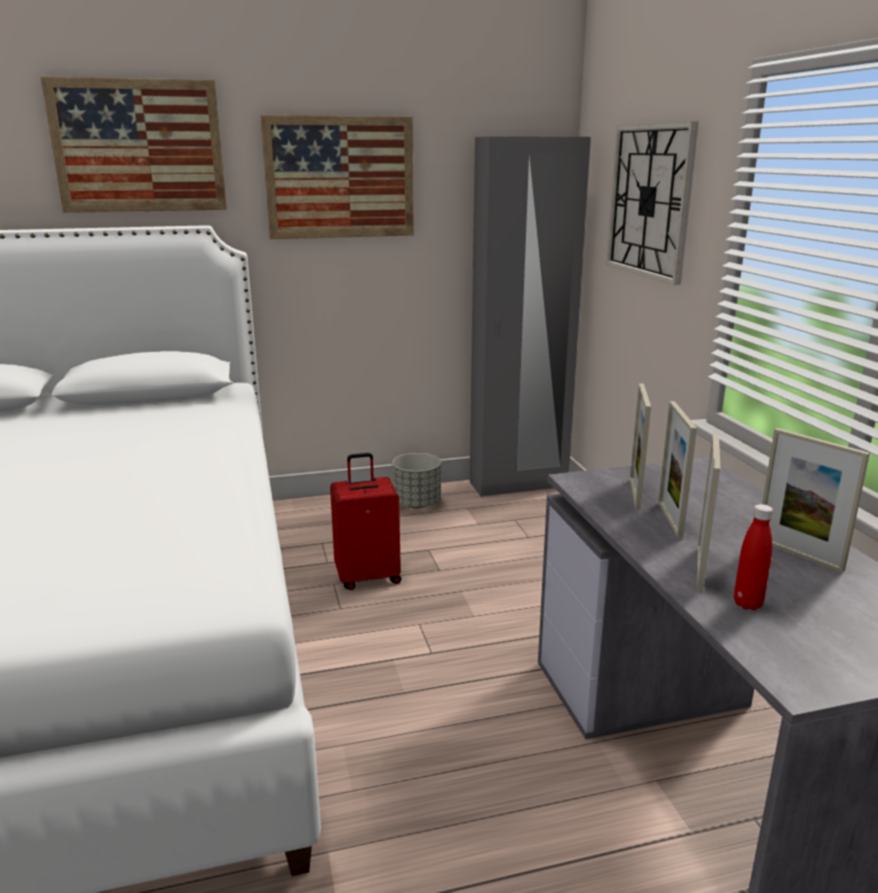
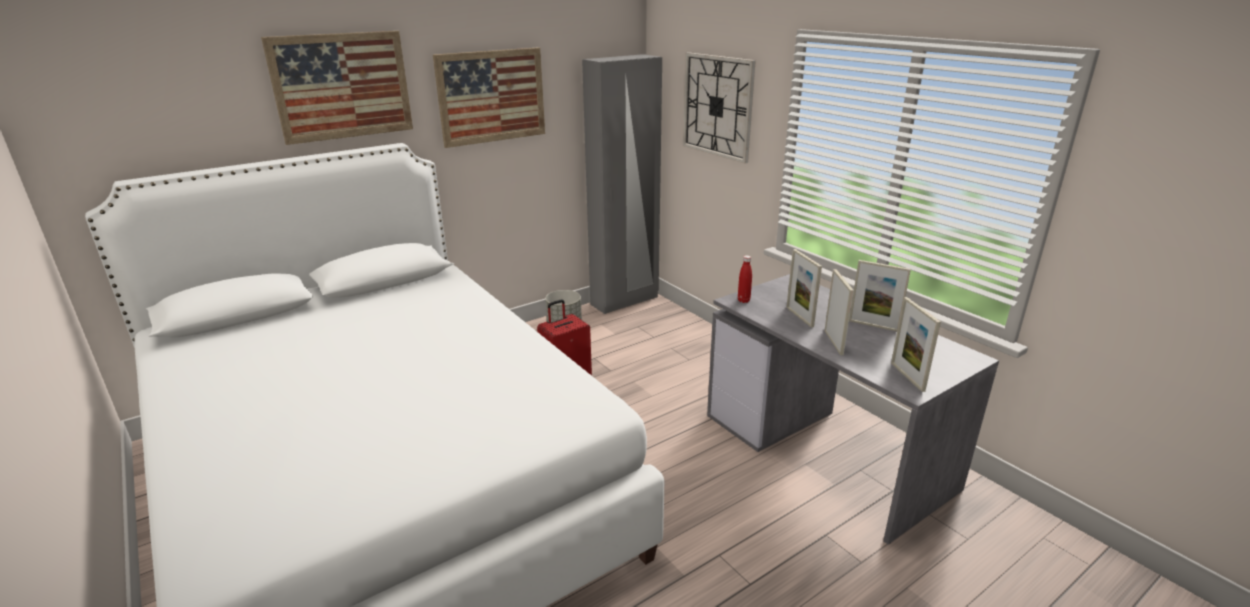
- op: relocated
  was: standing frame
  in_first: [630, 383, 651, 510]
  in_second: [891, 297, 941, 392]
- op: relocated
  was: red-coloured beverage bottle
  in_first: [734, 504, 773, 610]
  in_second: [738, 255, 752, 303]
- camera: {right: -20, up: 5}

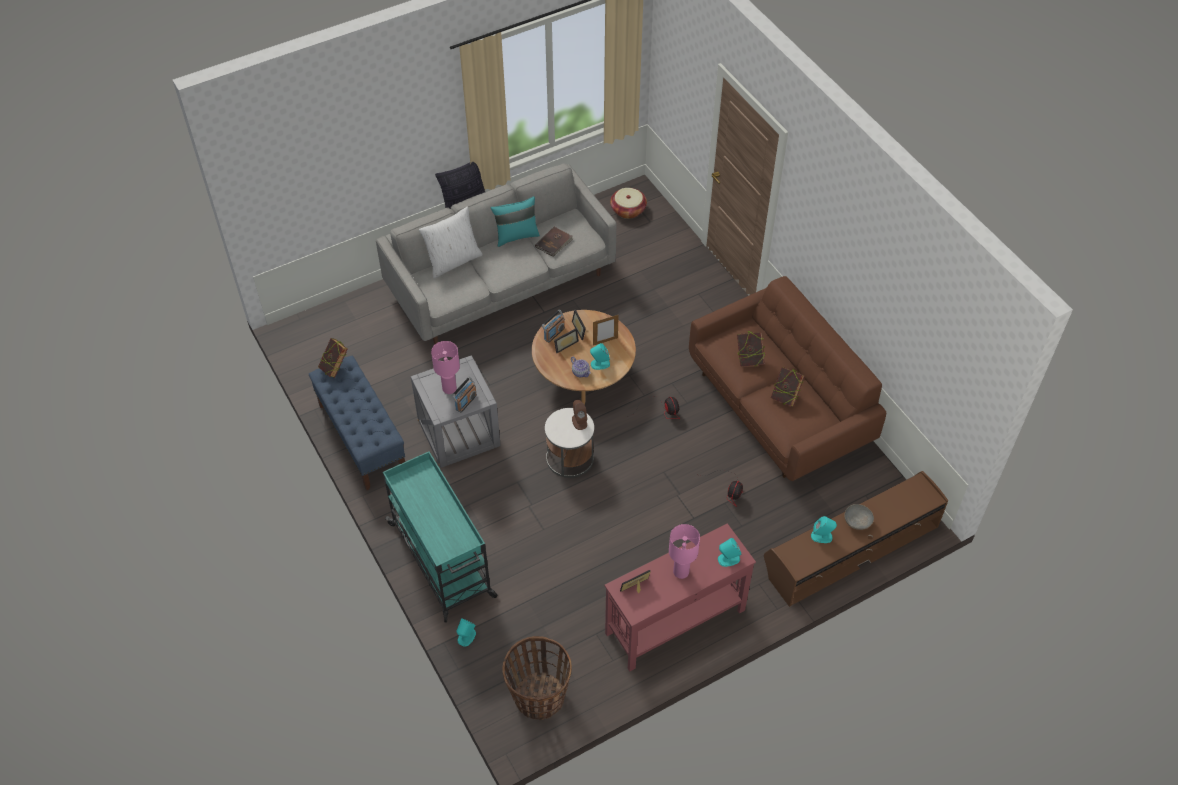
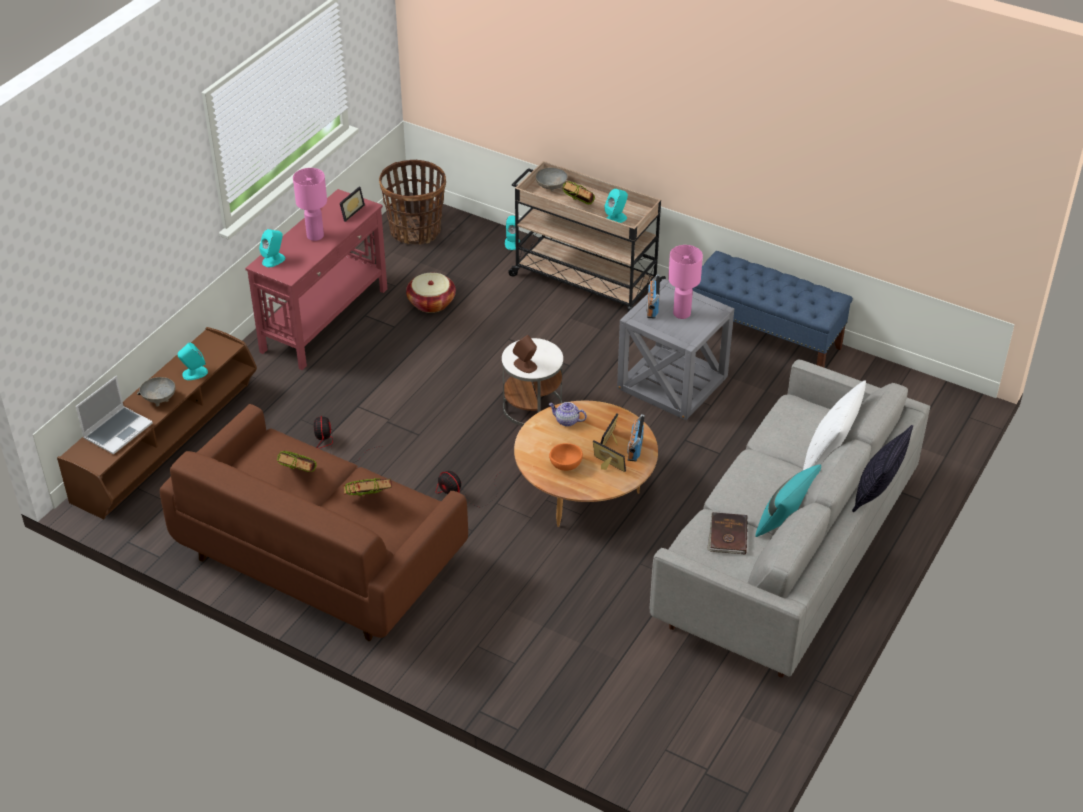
- op: relocated
  was: basket
  in_first: [610, 188, 647, 219]
  in_second: [406, 273, 456, 313]
- op: exchanged
  was: standing frame
  now: orangey bowl
  in_first: [593, 315, 619, 346]
  in_second: [549, 443, 583, 471]
- op: relocated
  was: book
  in_first: [318, 338, 348, 378]
  in_second: [562, 181, 595, 205]
- op: relocated
  was: turquoise audio speaker
  in_first: [590, 343, 610, 370]
  in_second: [605, 189, 628, 223]
- op: colour
  was: turquoise trolley
  now: beige trolley
  in_first: [383, 451, 498, 622]
  in_second: [508, 161, 666, 312]
- op: appeared
  now: grey bowl
  in_second: [536, 167, 568, 191]
- op: appeared
  now: portable computer
  in_second: [76, 376, 153, 454]
- camera: {right: 150, up: -10}

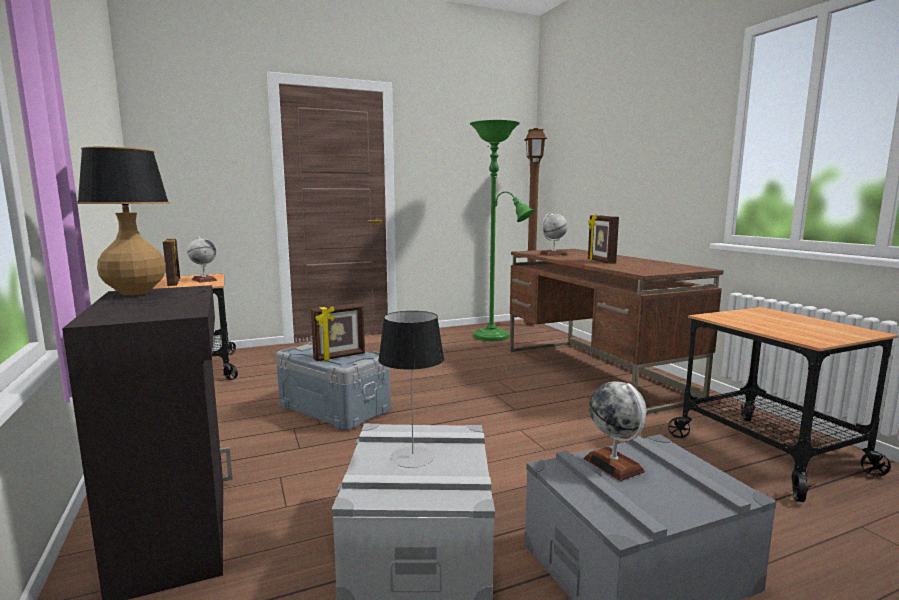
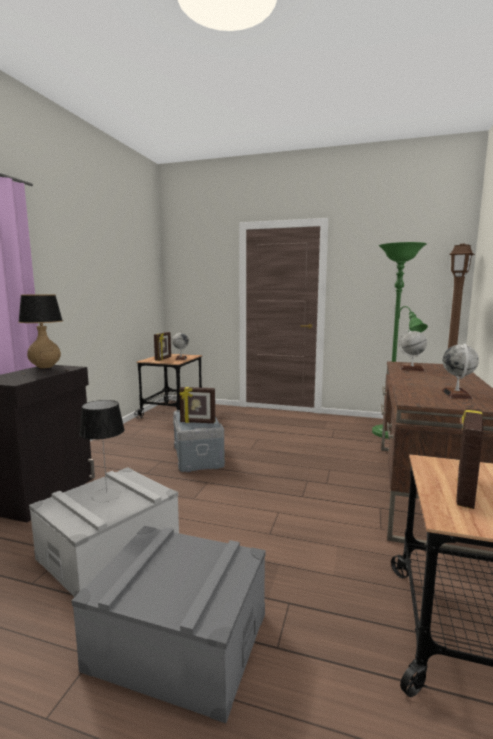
- op: relocated
  was: standing frame
  in_first: [588, 214, 619, 264]
  in_second: [456, 408, 484, 509]
- op: relocated
  was: world globe
  in_first: [584, 381, 647, 481]
  in_second: [442, 343, 479, 399]
- camera: {right: 40, up: 0}

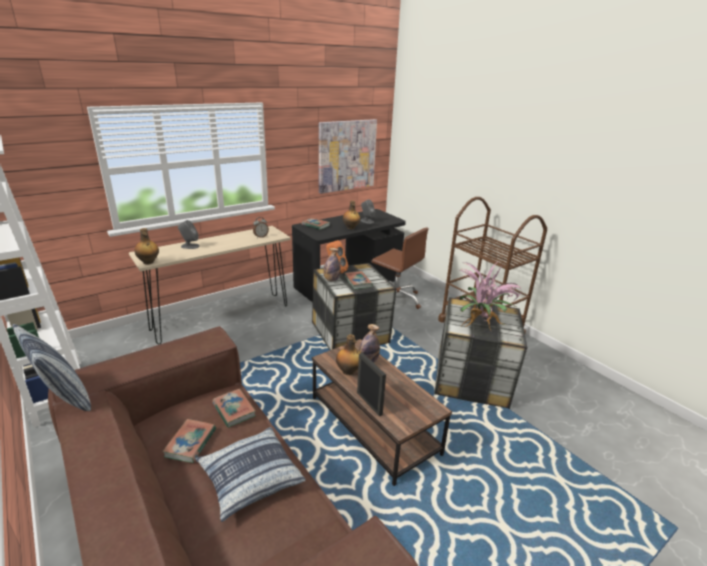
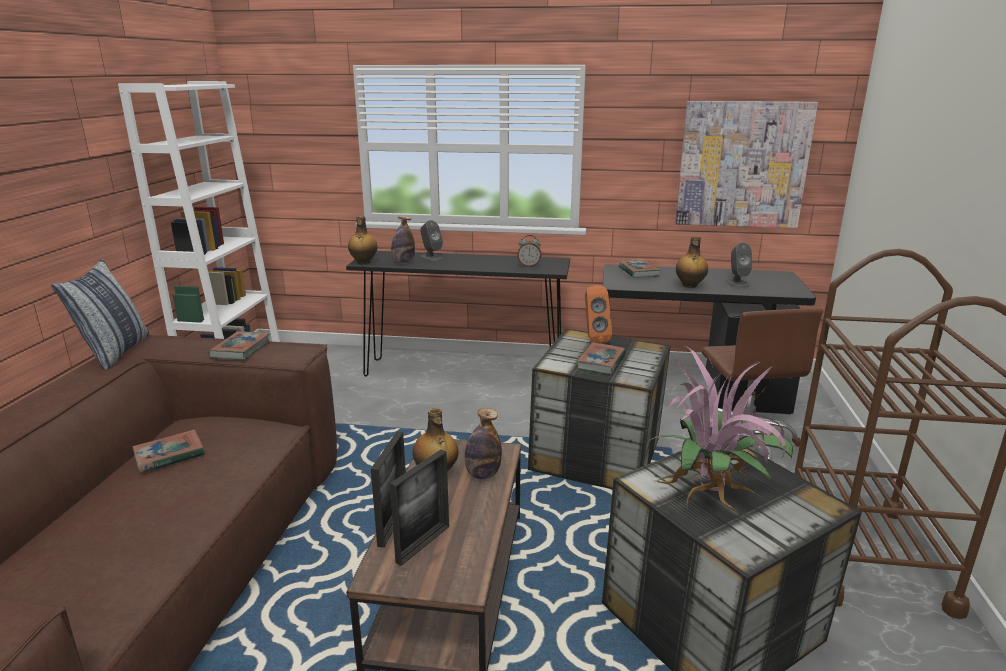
- op: colour
  was: beige narrow table
  now: black narrow table
  in_first: [129, 226, 291, 344]
  in_second: [346, 251, 570, 377]
- op: relocated
  was: beverage bottle
  in_first: [323, 248, 341, 281]
  in_second: [391, 216, 415, 264]
- op: relocated
  was: book
  in_first: [212, 389, 256, 428]
  in_second: [208, 331, 270, 360]
- op: missing
  was: throw pillow
  in_first: [195, 427, 306, 522]
- op: appeared
  now: standing frame
  in_second: [390, 449, 449, 566]
- camera: {right: 45, up: -5}

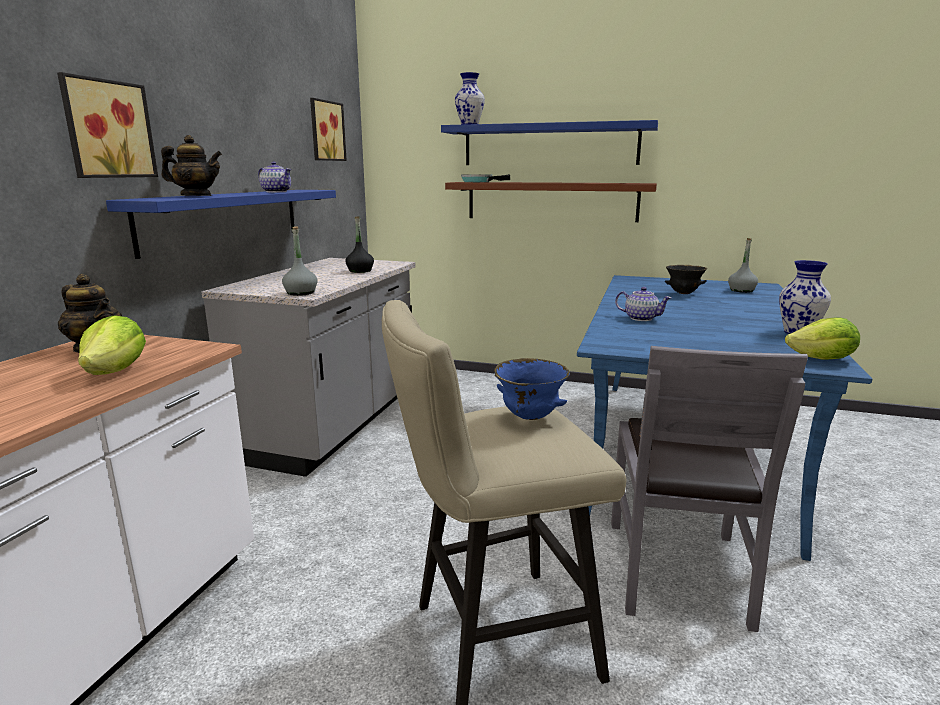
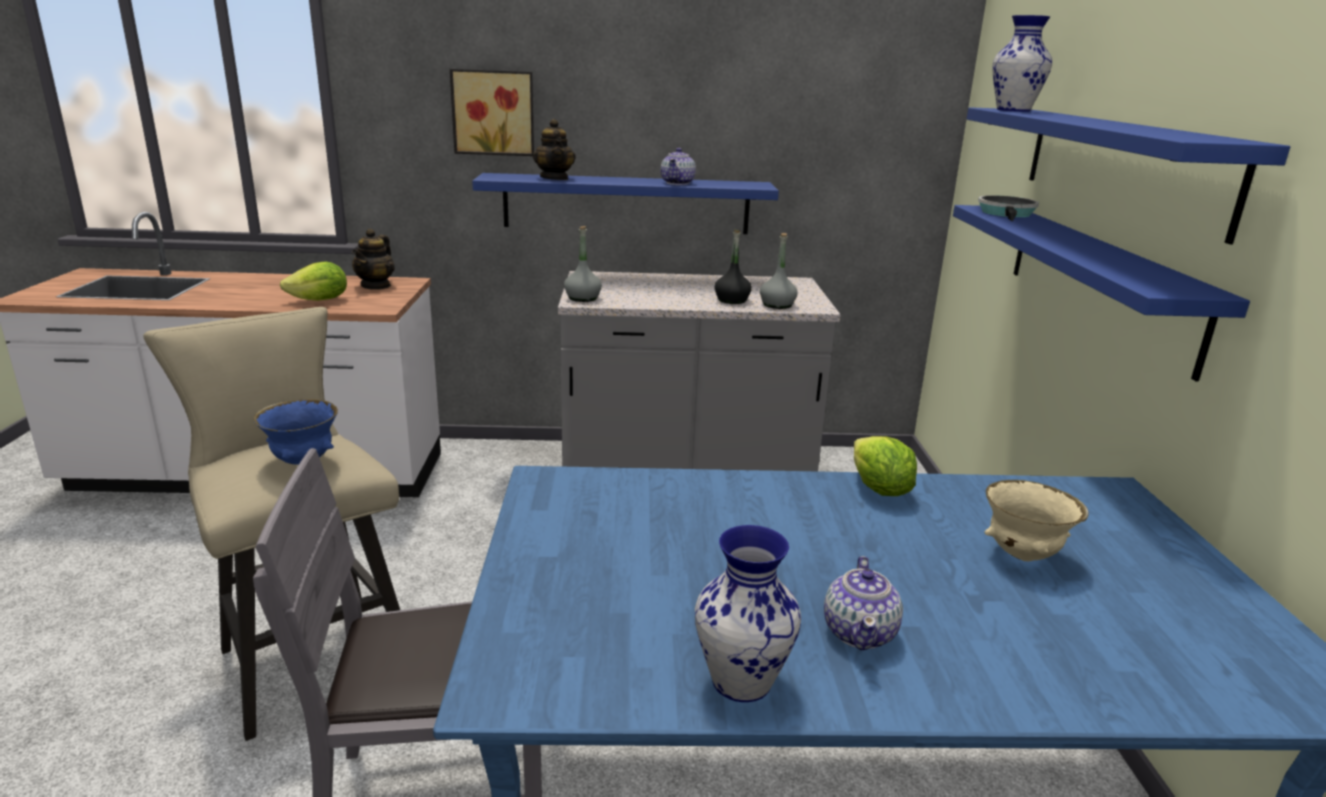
- op: missing
  was: picture
  in_first: [310, 98, 347, 161]
- op: colour
  was: brown shelf
  now: bluish shelf
  in_first: [445, 182, 657, 222]
  in_second: [953, 205, 1250, 381]
- op: relocated
  was: grey beverage bottle
  in_first: [728, 238, 758, 293]
  in_second: [760, 233, 798, 309]
- op: colour
  was: black bowl
  now: beige bowl
  in_first: [665, 265, 707, 294]
  in_second: [984, 480, 1089, 561]
- op: relocated
  was: tea pot
  in_first: [615, 287, 672, 321]
  in_second: [824, 556, 903, 650]
- op: relocated
  was: lettuce
  in_first: [785, 317, 860, 360]
  in_second: [854, 436, 917, 496]
- camera: {right: 70, up: 5}

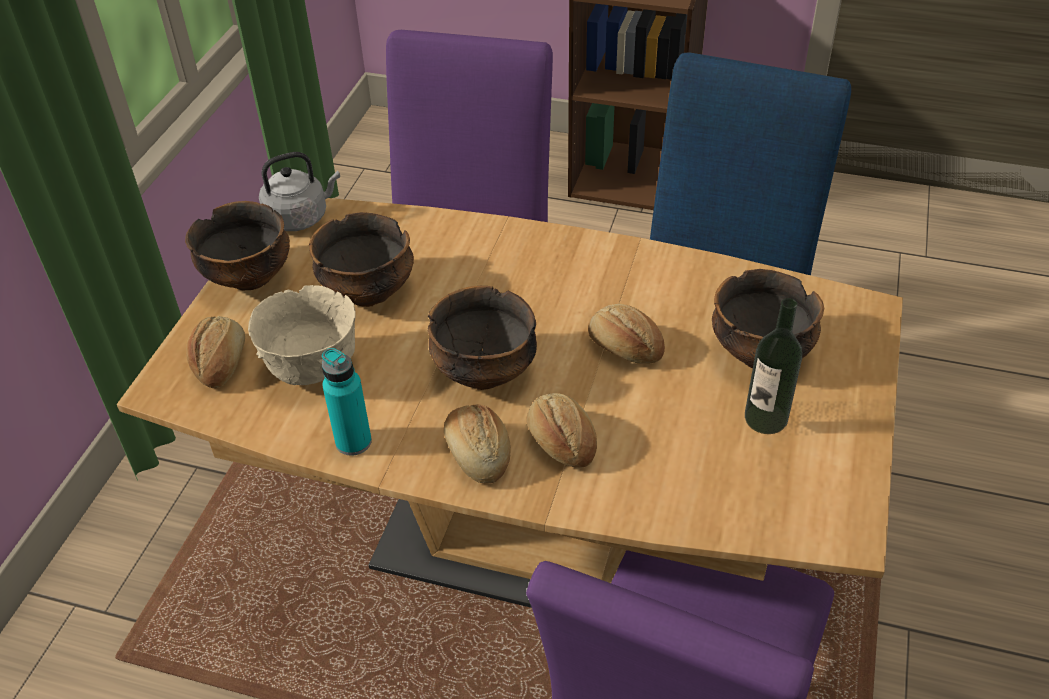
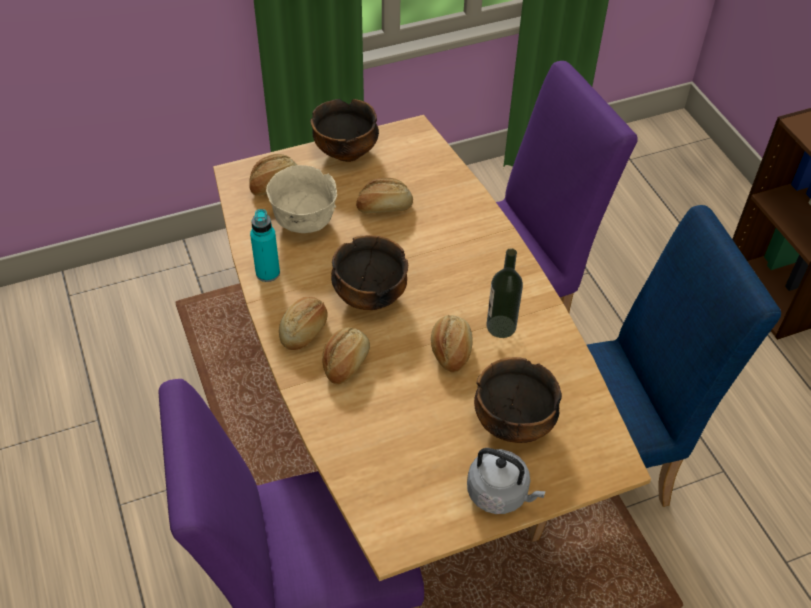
- op: relocated
  was: grey water kettle
  in_first: [259, 152, 340, 231]
  in_second: [467, 448, 545, 514]
- op: exchanged
  was: bowl
  now: bread
  in_first: [309, 212, 414, 307]
  in_second: [356, 178, 413, 213]
- op: relocated
  was: beverage bottle
  in_first: [745, 298, 802, 434]
  in_second: [487, 248, 523, 338]
- camera: {right: 50, up: 5}

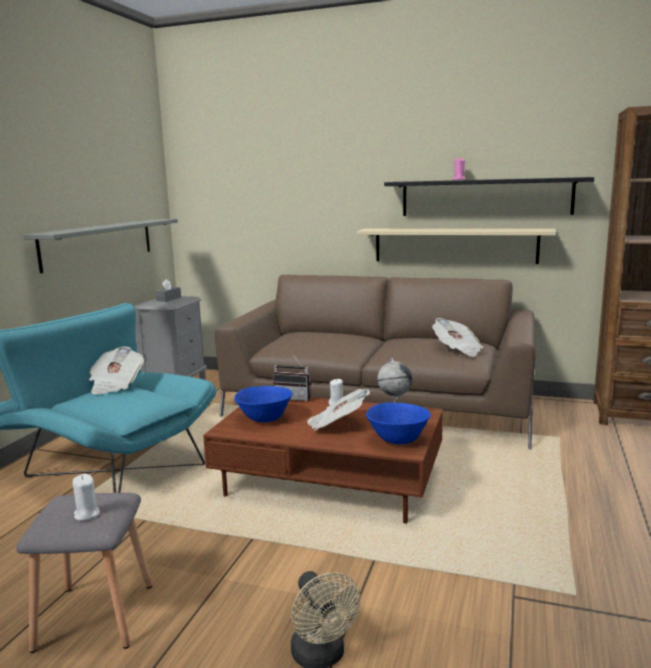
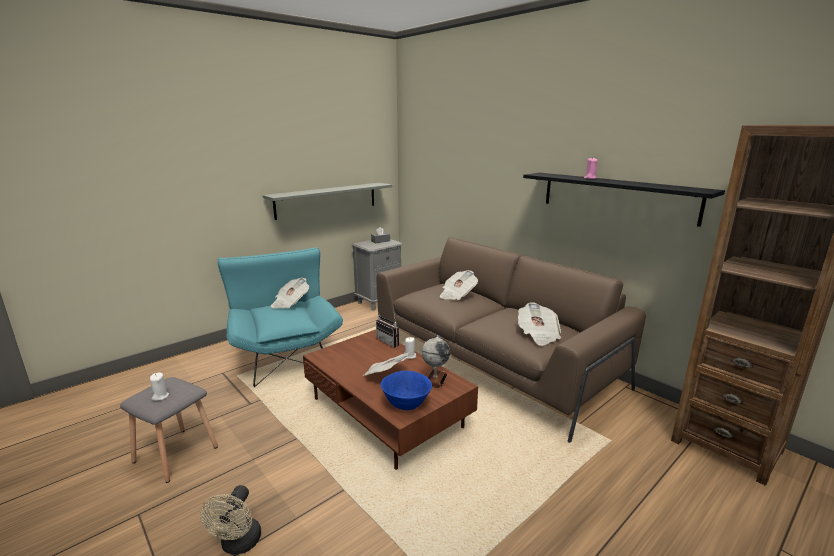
- op: missing
  was: beige shelf
  in_first: [357, 228, 556, 264]
- op: missing
  was: bluish bowl
  in_first: [234, 386, 292, 423]
- op: appeared
  now: daily paper
  in_second: [440, 270, 478, 300]
- camera: {right: 30, up: 5}

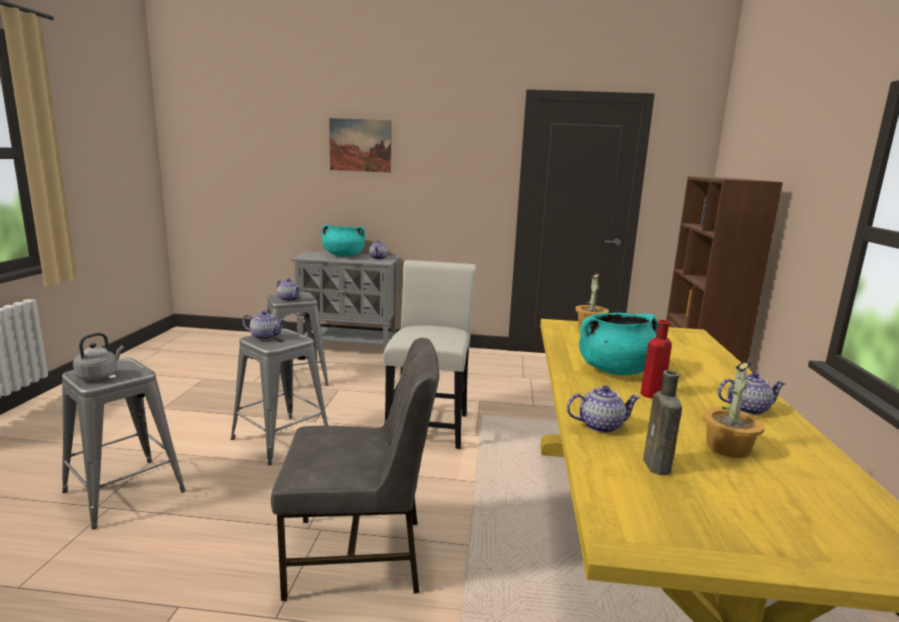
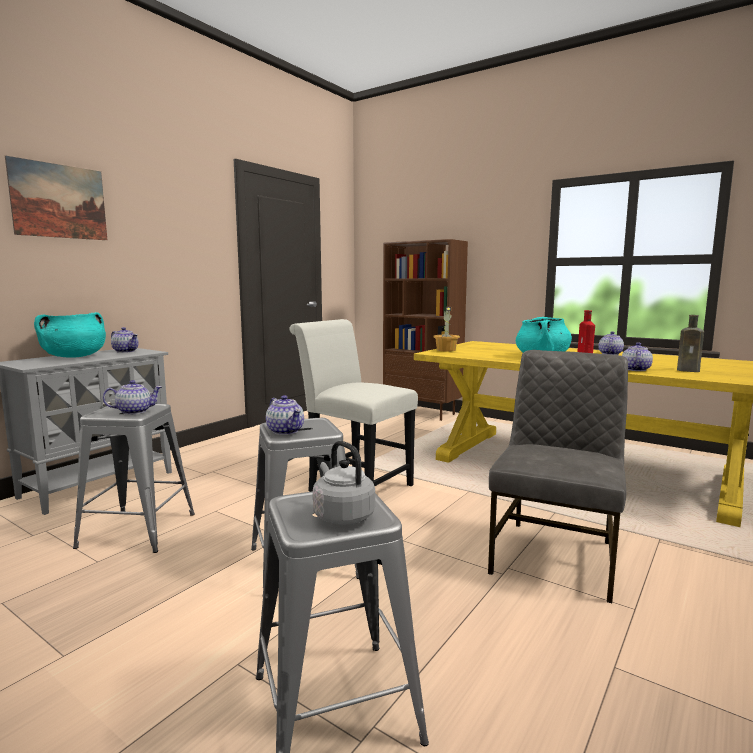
- op: spun
  was: tea pot
  in_first: [242, 311, 286, 340]
  in_second: [266, 395, 304, 435]
  clockwise: 105
- op: missing
  was: potted plant
  in_first: [702, 360, 765, 458]
- camera: {right: -60, up: -5}

